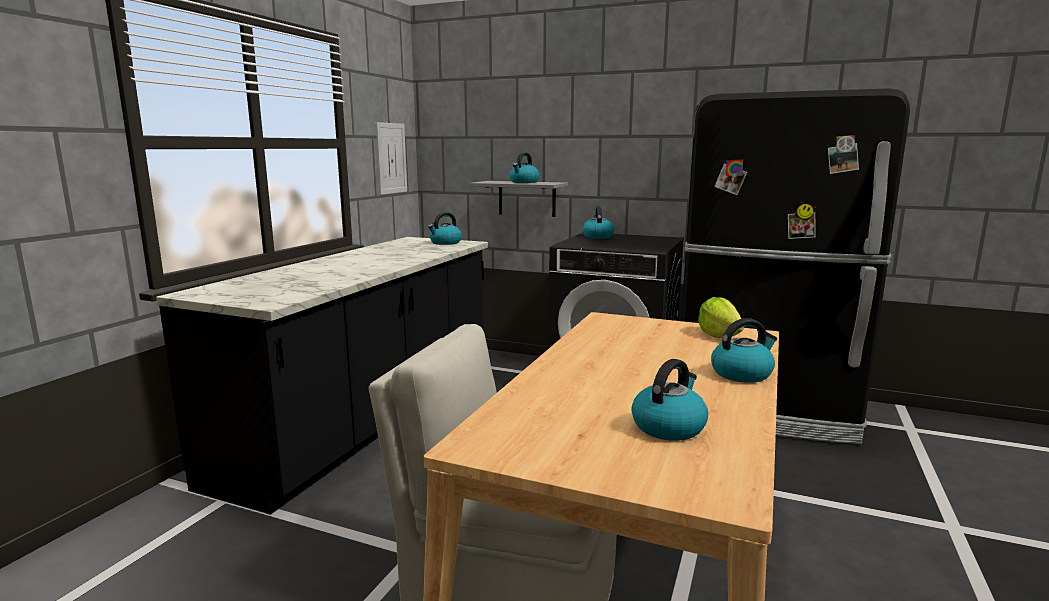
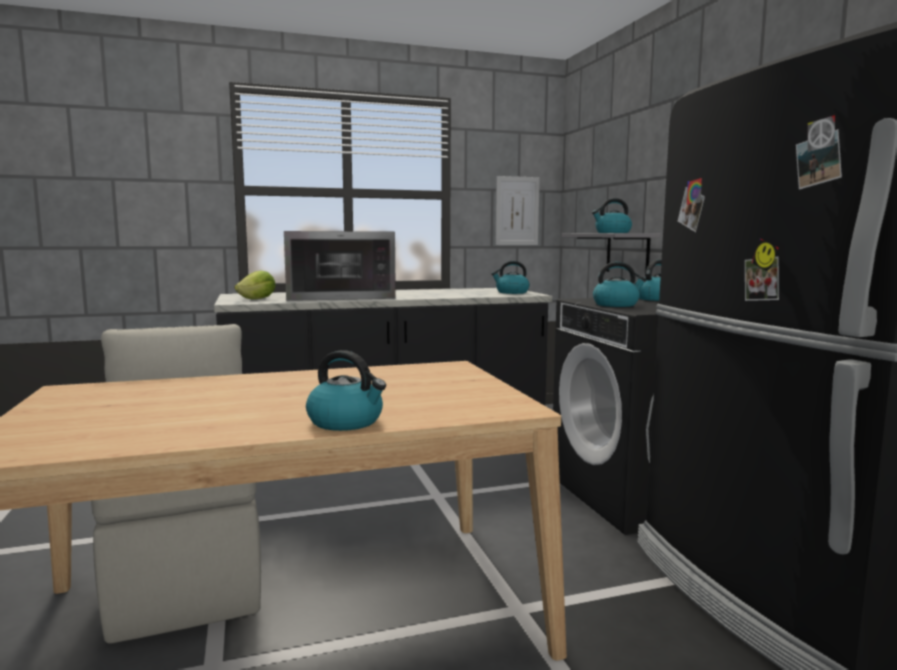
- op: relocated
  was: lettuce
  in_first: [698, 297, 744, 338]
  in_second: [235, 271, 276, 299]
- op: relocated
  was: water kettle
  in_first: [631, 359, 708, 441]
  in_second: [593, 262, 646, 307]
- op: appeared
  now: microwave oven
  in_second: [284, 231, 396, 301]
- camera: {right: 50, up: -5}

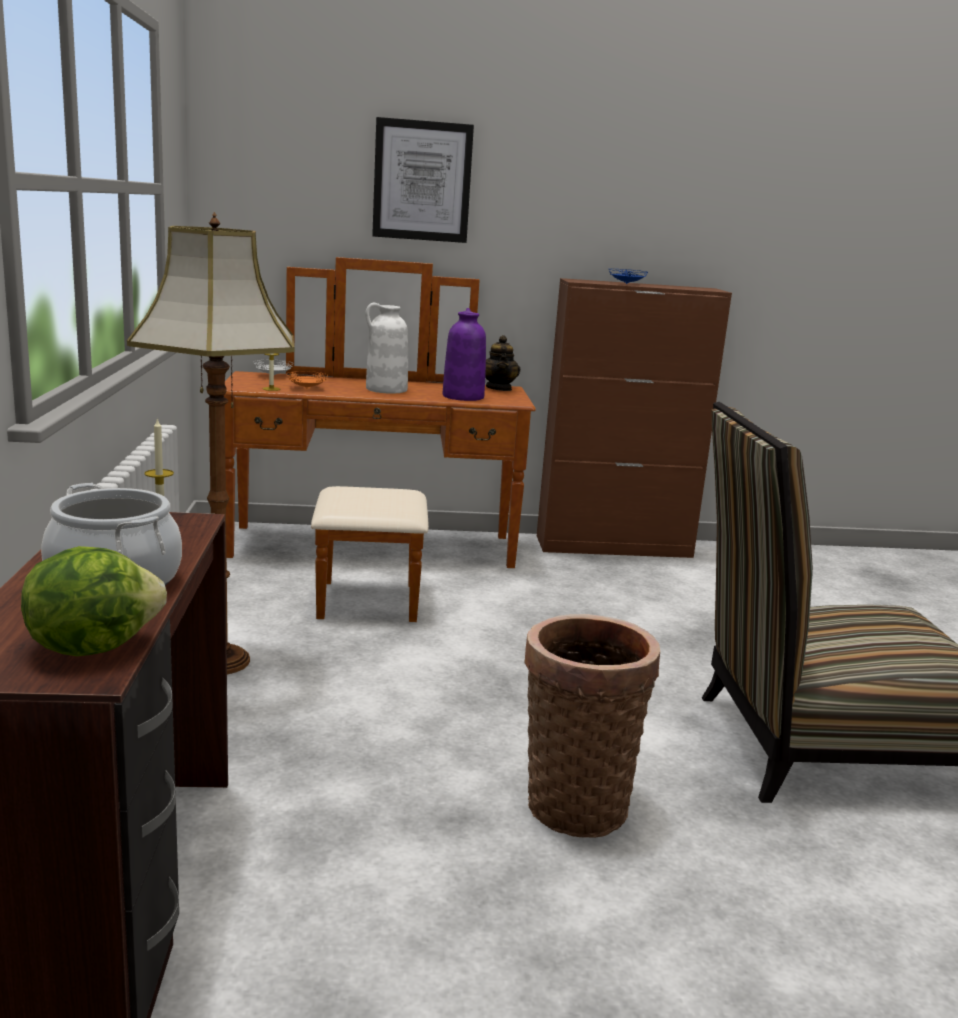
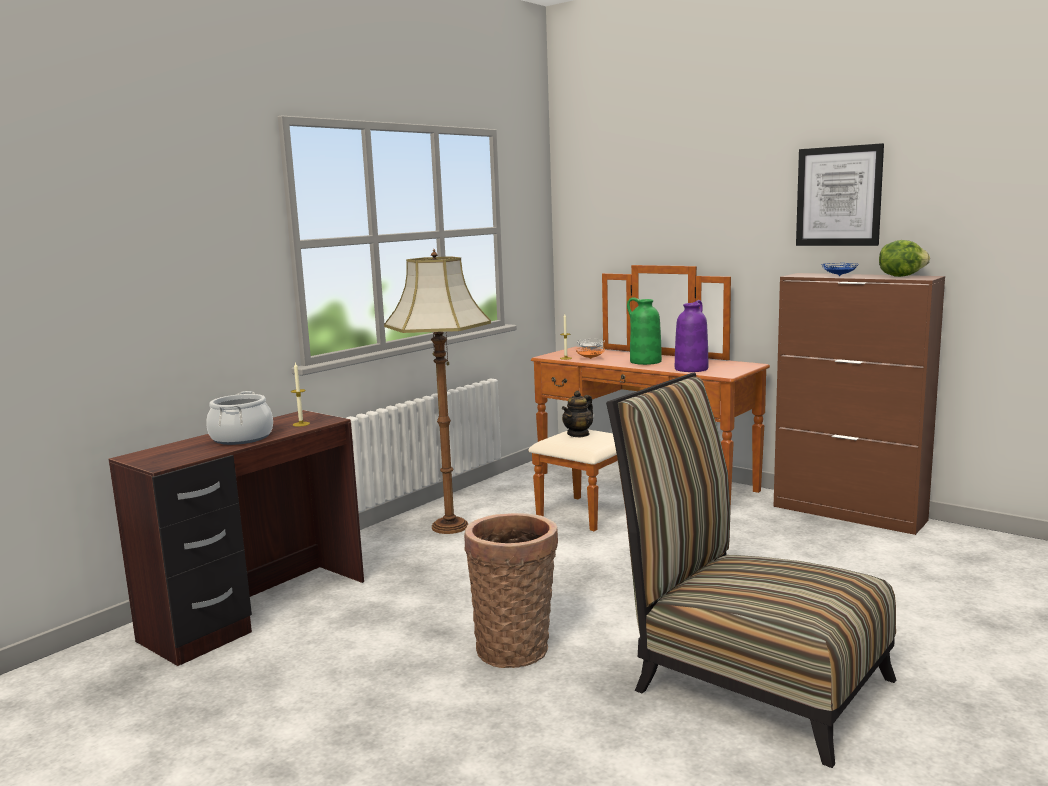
- op: relocated
  was: picture
  in_first: [372, 117, 474, 243]
  in_second: [796, 143, 884, 246]
- op: colour
  was: white-coloured vase
  now: green-coloured vase
  in_first: [365, 303, 408, 394]
  in_second: [627, 297, 662, 365]
- op: relocated
  was: tea pot
  in_first: [485, 335, 520, 391]
  in_second: [562, 390, 593, 438]
- op: relocated
  was: lettuce
  in_first: [21, 546, 167, 656]
  in_second: [879, 240, 930, 277]
- camera: {right: 45, up: -5}

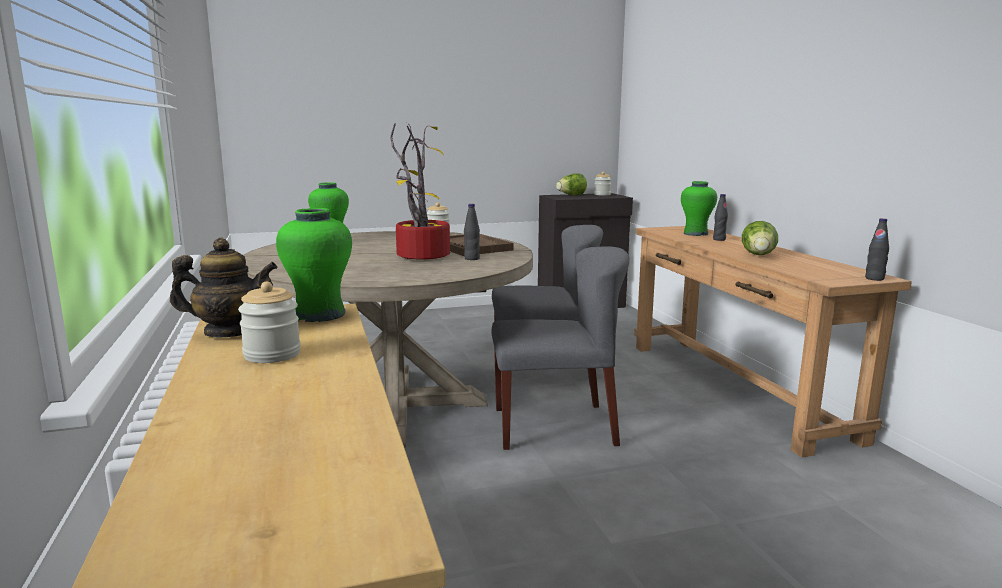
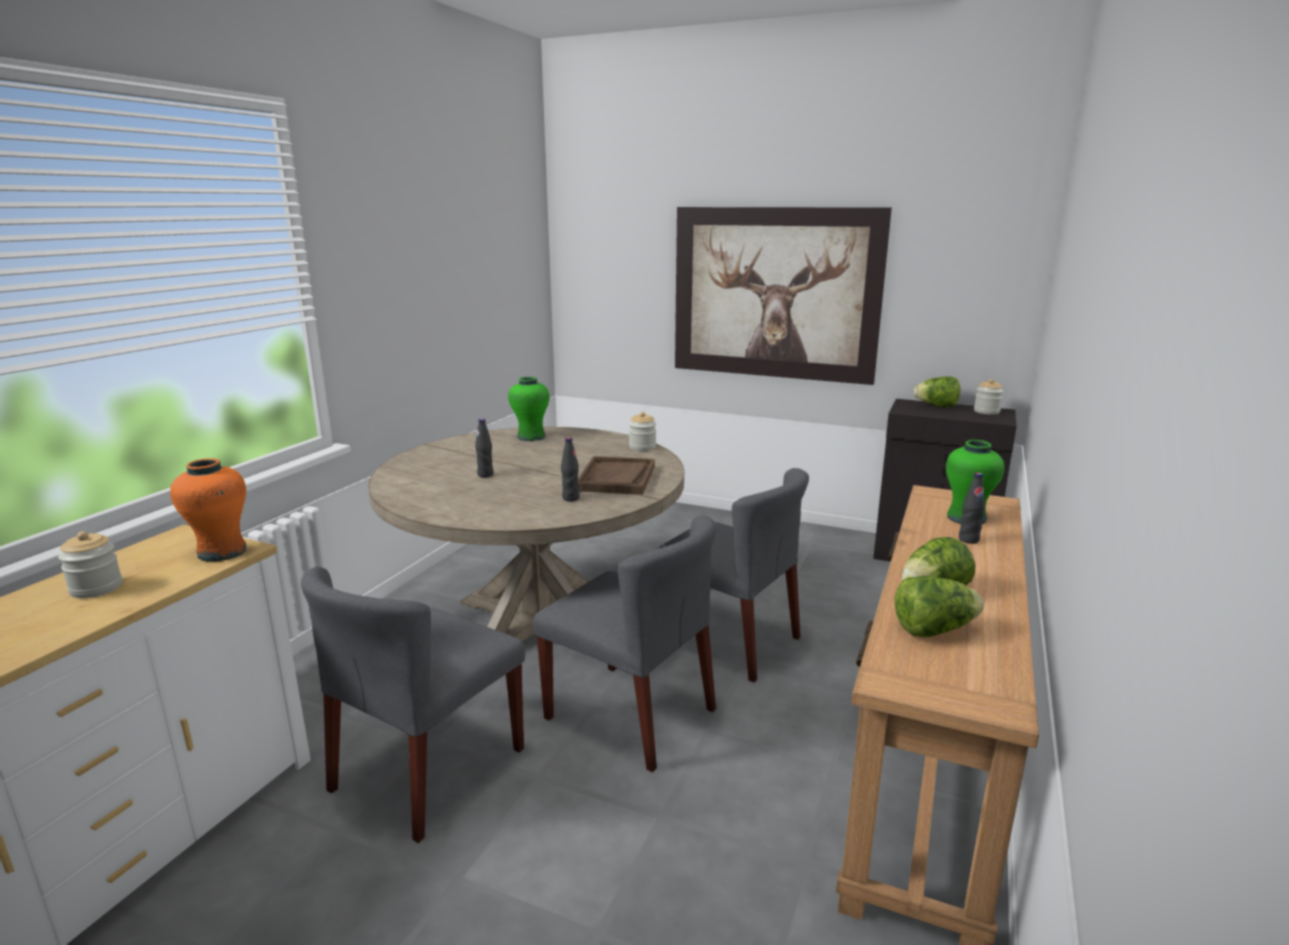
- op: missing
  was: potted plant
  in_first: [390, 123, 450, 259]
- op: colour
  was: green-coloured vase
  now: orangey vase
  in_first: [276, 208, 352, 322]
  in_second: [170, 458, 246, 562]
- op: relocated
  was: black beverage bottle
  in_first: [865, 218, 889, 281]
  in_second: [475, 419, 494, 478]
- op: missing
  was: tea pot
  in_first: [170, 237, 278, 337]
- op: appeared
  now: picture
  in_second: [675, 207, 892, 385]
- op: appeared
  now: grey chair
  in_second: [301, 567, 525, 843]
- op: appeared
  now: lettuce
  in_second: [895, 576, 984, 637]
- camera: {right: 40, up: 5}

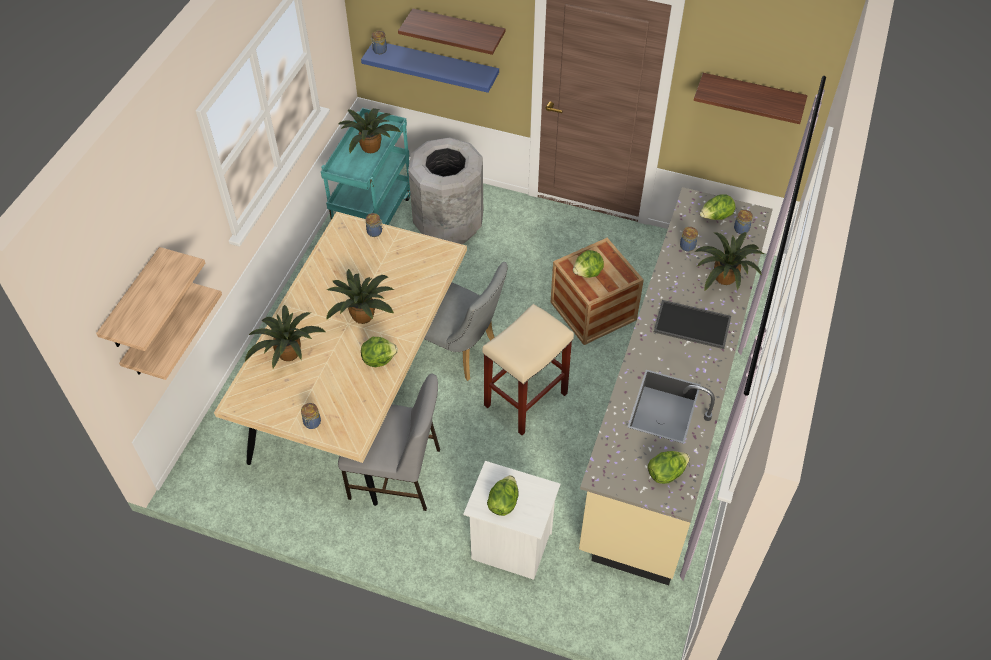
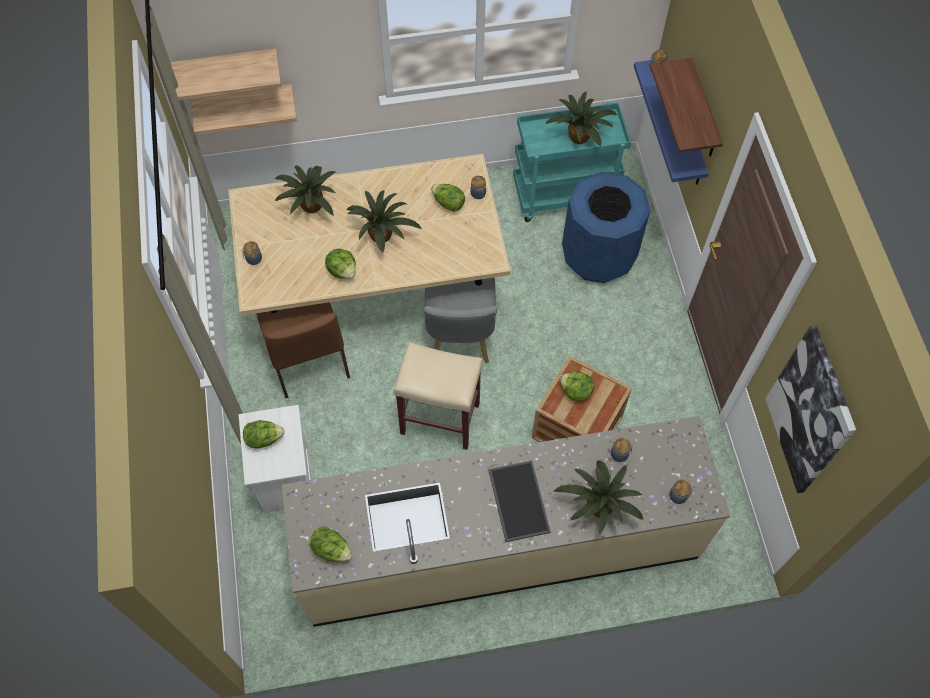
- op: exchanged
  was: shelf
  now: picture
  in_first: [694, 73, 808, 124]
  in_second: [765, 325, 856, 493]
- op: colour
  was: grey trash can
  now: bluish trash can
  in_first: [408, 137, 483, 244]
  in_second: [562, 172, 650, 283]
- op: relocated
  was: lettuce
  in_first: [700, 194, 735, 220]
  in_second: [431, 184, 465, 212]
- op: colour
  was: grey chair
  now: brown chair
  in_first: [338, 374, 440, 511]
  in_second: [256, 302, 350, 398]
- camera: {right: 60, up: 10}

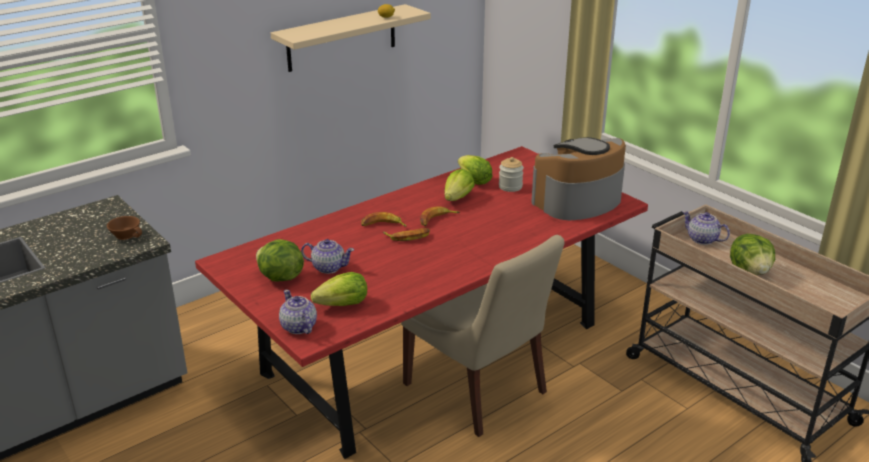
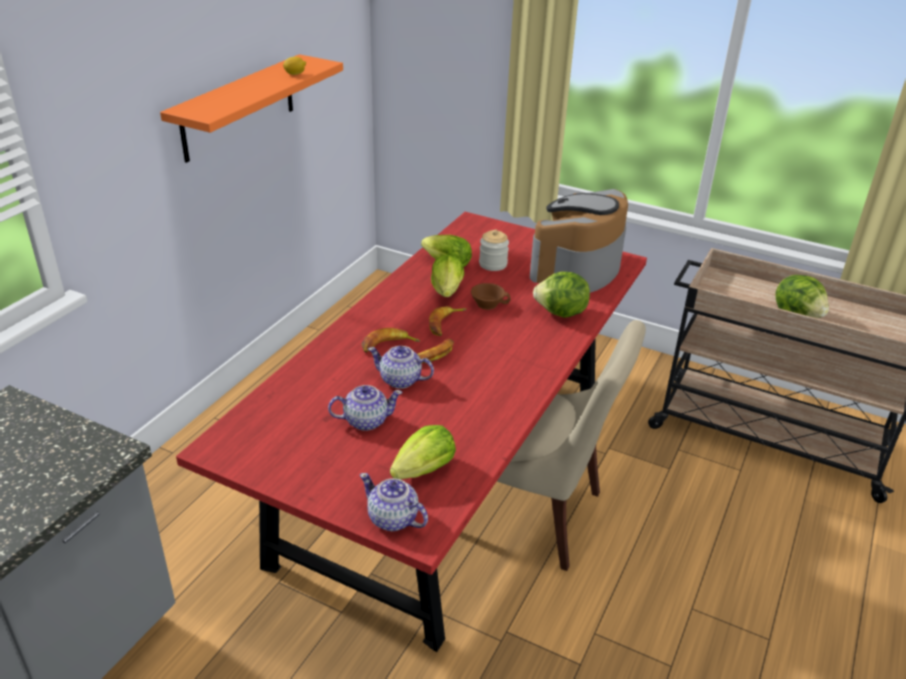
- op: colour
  was: beige shelf
  now: orangey shelf
  in_first: [271, 4, 431, 72]
  in_second: [160, 54, 343, 163]
- op: relocated
  was: tea pot
  in_first: [682, 211, 730, 245]
  in_second: [368, 346, 434, 389]
- op: relocated
  was: brown cup
  in_first: [107, 216, 142, 240]
  in_second: [471, 283, 511, 310]
- op: relocated
  was: lettuce
  in_first: [256, 239, 304, 281]
  in_second: [533, 272, 590, 318]
- camera: {right: -25, up: 5}

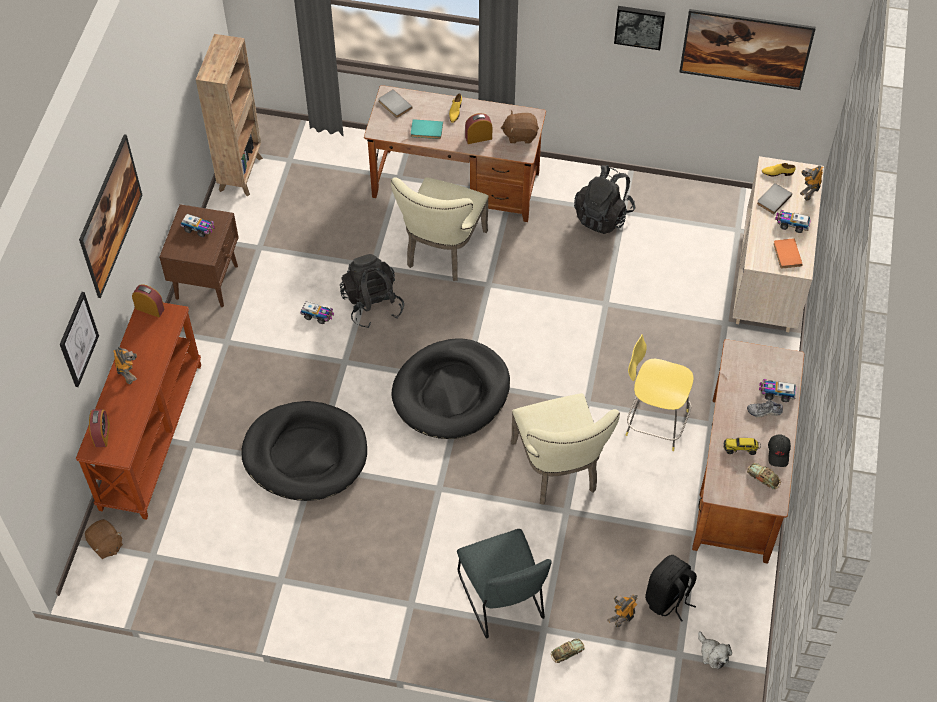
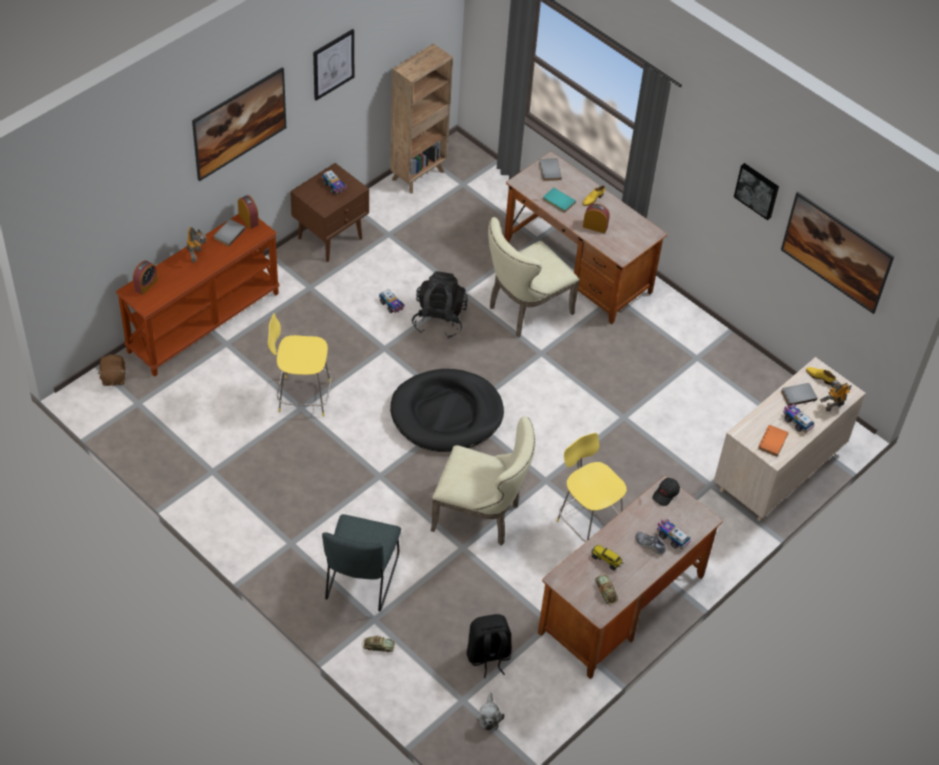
- op: missing
  was: brown soft toy
  in_first: [501, 111, 539, 144]
- op: missing
  was: black backpack
  in_first: [574, 165, 635, 234]
- op: relocated
  was: picture
  in_first: [60, 292, 99, 387]
  in_second: [313, 29, 354, 101]
- op: spun
  was: beige chair
  in_first: [511, 393, 620, 505]
  in_second: [431, 416, 535, 546]
  clockwise: -90
- op: exchanged
  was: black dog bed
  now: yellow-coloured stool
  in_first: [241, 401, 367, 501]
  in_second: [268, 313, 332, 417]
- op: relocated
  was: black baseball cap
  in_first: [768, 434, 791, 467]
  in_second: [652, 478, 680, 506]
- op: missing
  was: robot figure
  in_first: [607, 595, 638, 627]
- op: appeared
  now: grey book
  in_second: [213, 219, 246, 246]
- camera: {right: 30, up: -5}

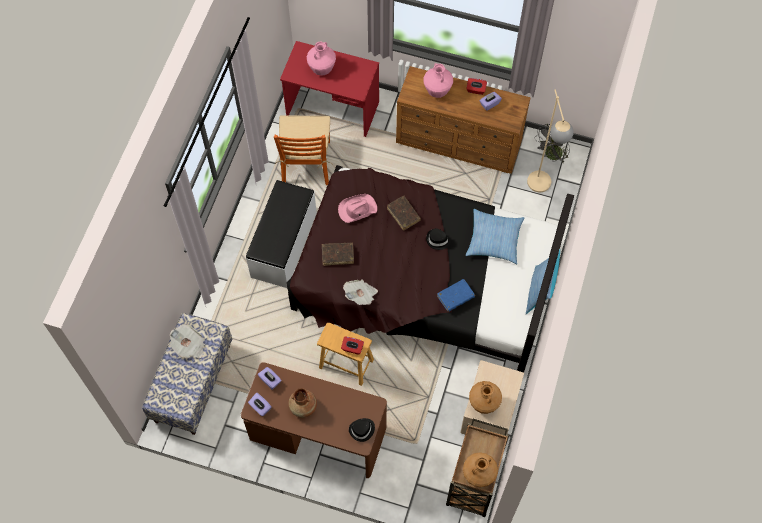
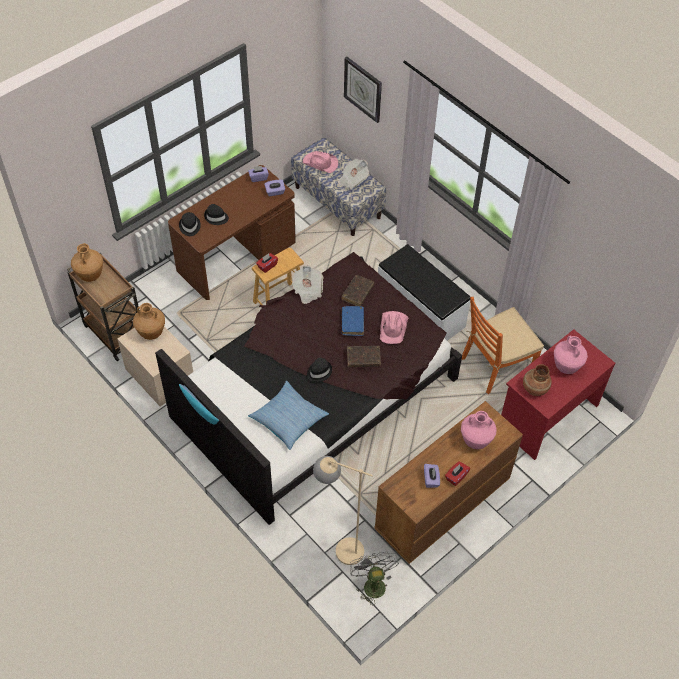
- op: spun
  was: orangey chair
  in_first: [274, 115, 332, 185]
  in_second: [462, 297, 544, 394]
  clockwise: -60
- op: relocated
  was: bluish book
  in_first: [437, 279, 475, 312]
  in_second: [342, 306, 364, 336]
- op: relocated
  was: brown vase
  in_first: [288, 388, 317, 418]
  in_second: [523, 364, 552, 396]
- op: appeared
  now: wall clock
  in_second: [344, 57, 382, 123]
- op: appeared
  now: pinkish wearable hat
  in_second: [303, 151, 338, 173]
- op: appeared
  now: black wearable hat
  in_second: [204, 204, 229, 225]
- camera: {right: 120, up: -10}

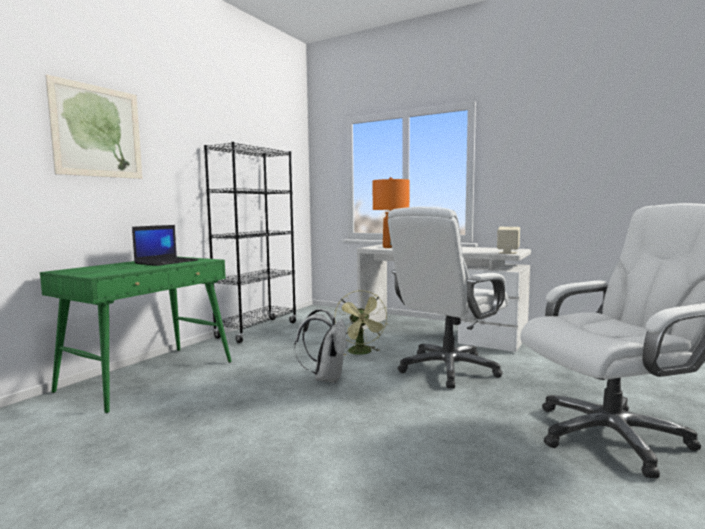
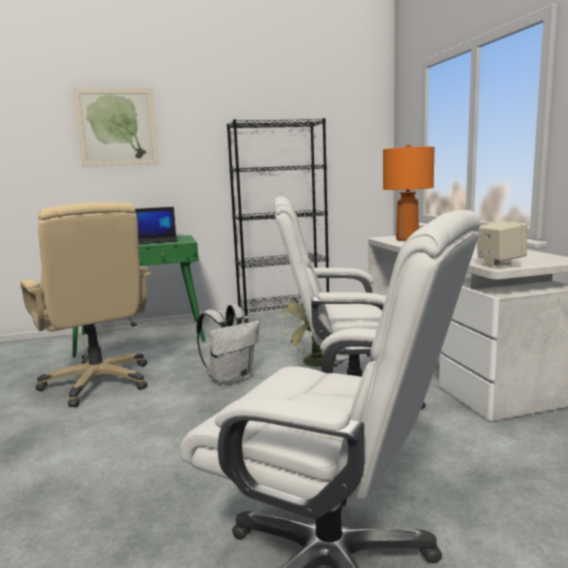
- op: appeared
  now: beige desk chair
  in_second: [21, 202, 151, 407]
- camera: {right: 45, up: 5}

